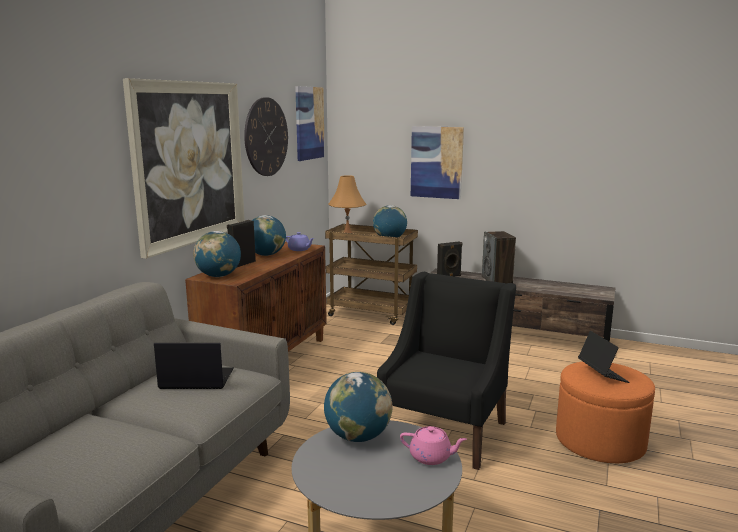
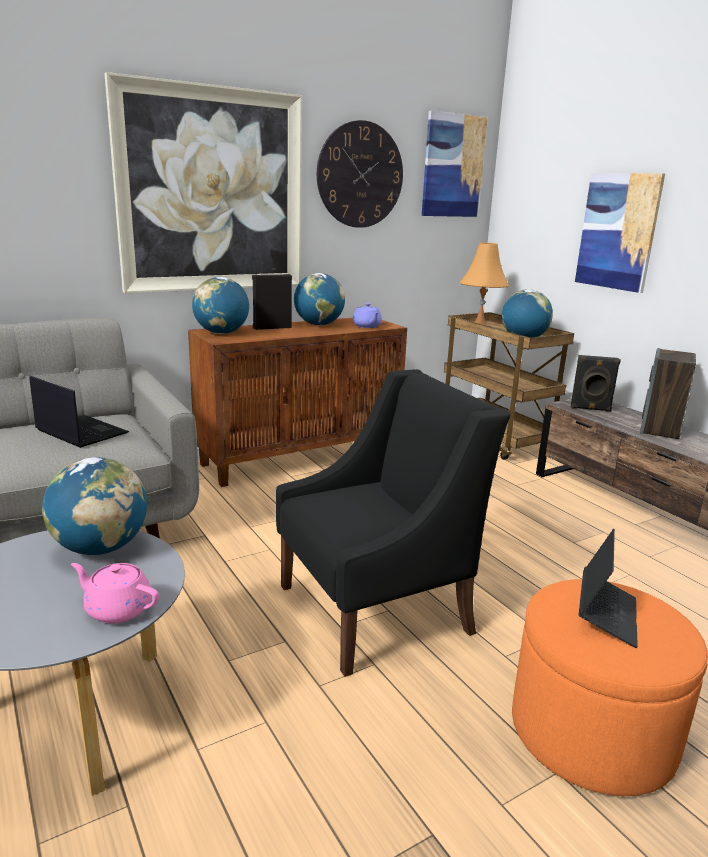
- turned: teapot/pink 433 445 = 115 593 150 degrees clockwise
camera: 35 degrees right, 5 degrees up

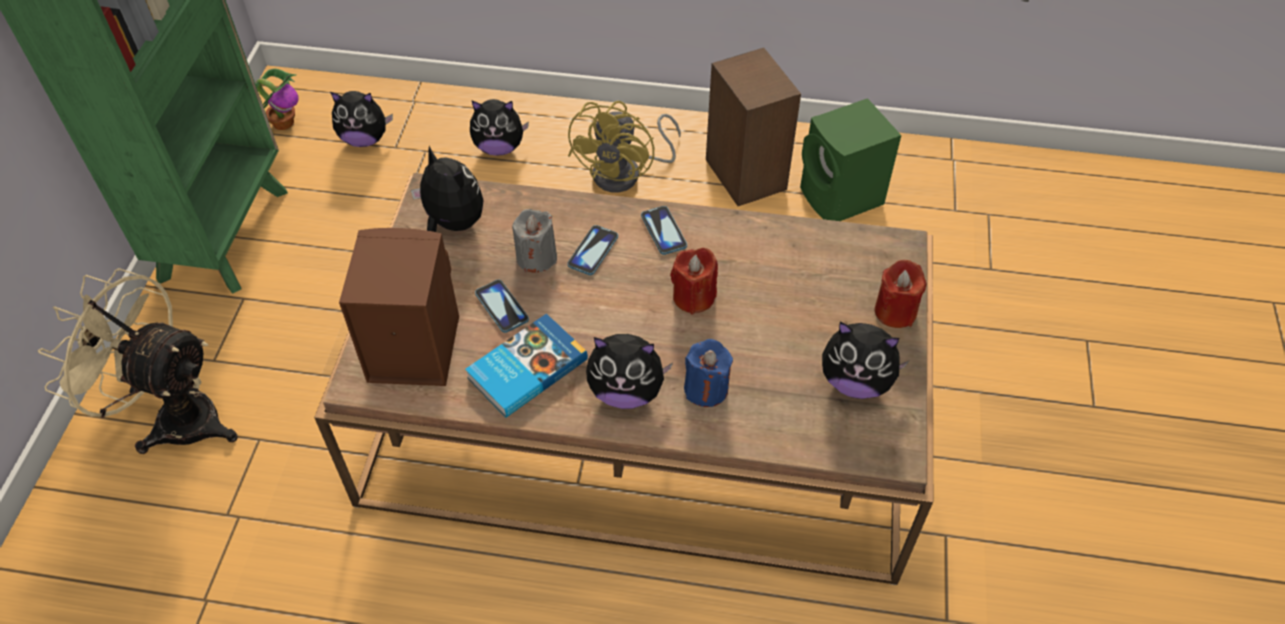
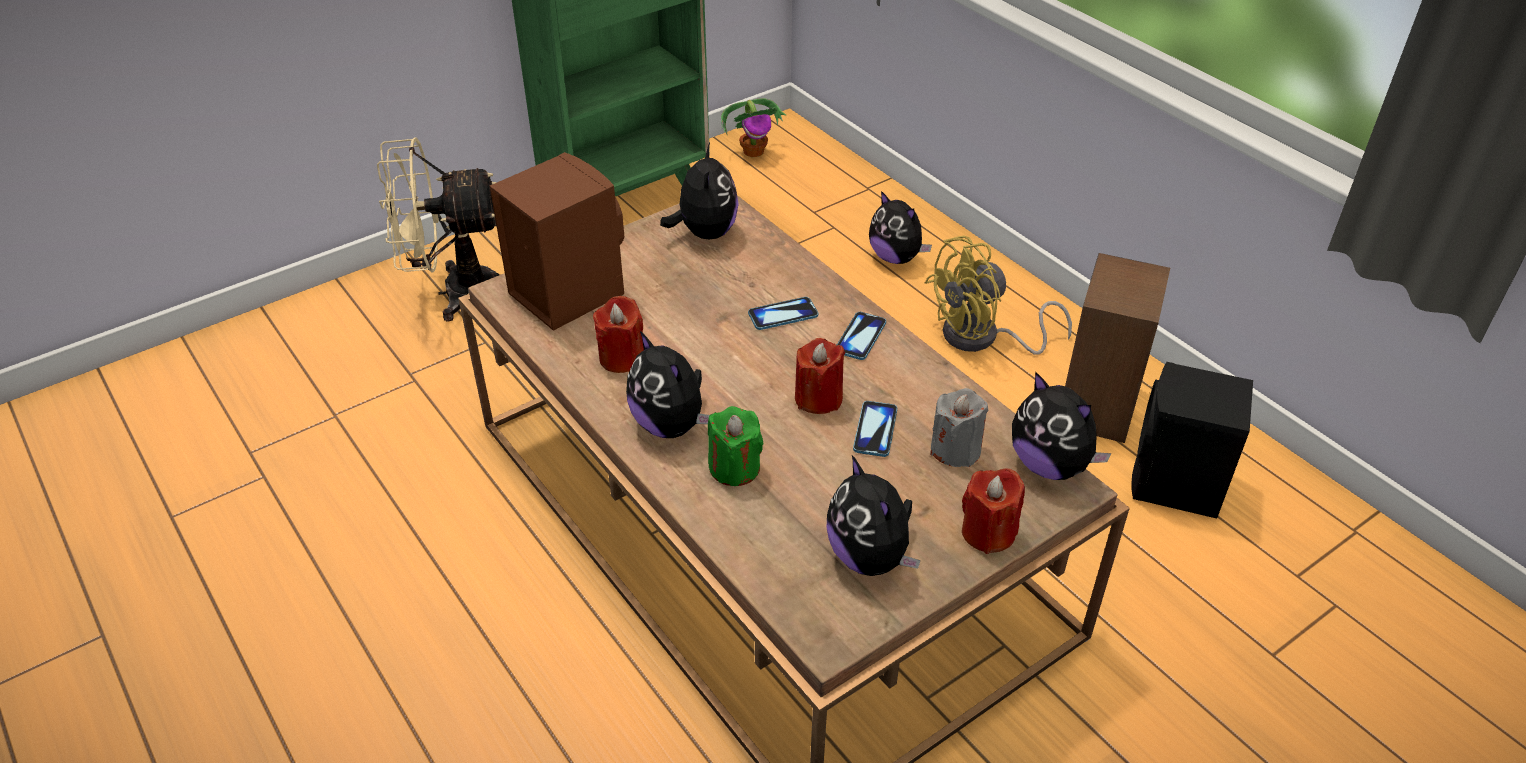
- turned: fan/beige 138 361 = 438 229 75 degrees counterclockwise
- replaced: book 526 366 to candle/red 618 334
- recoloured: candle/blue 708 373 to candle/green 736 446
- moved: phone 502 306 to 875 429
- moved: candle/grey 534 241 to 959 427
- moved: plush toy 361 119 to 1062 425
- recoloured: speaker/green 850 159 to speaker/black 1192 440
camera: 45 degrees right, 10 degrees down

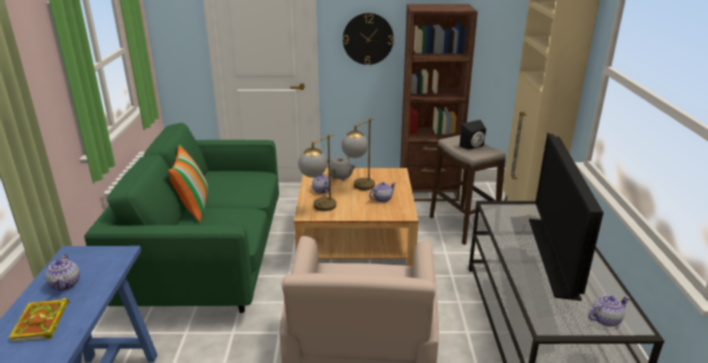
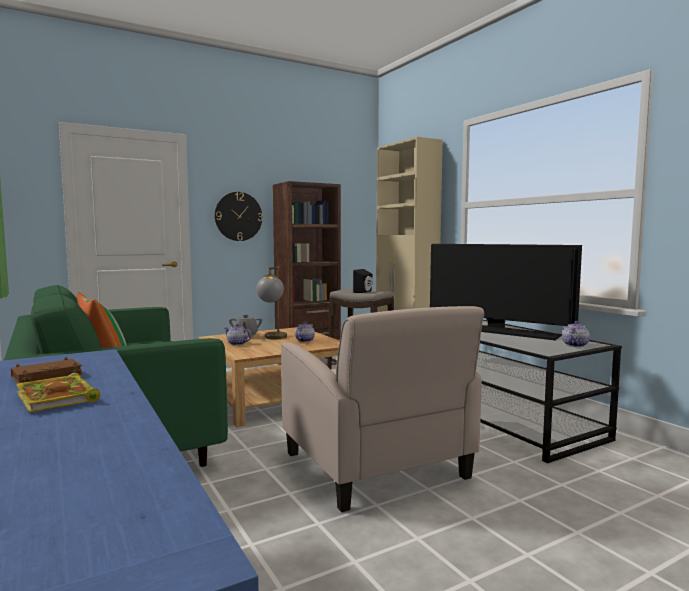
- replaced: teapot 62 272 to book/brown 47 370
- turned: television 566 216 = 506 292 150 degrees clockwise
- removed: table lamp 317 172
camera: 30 degrees left, 20 degrees down

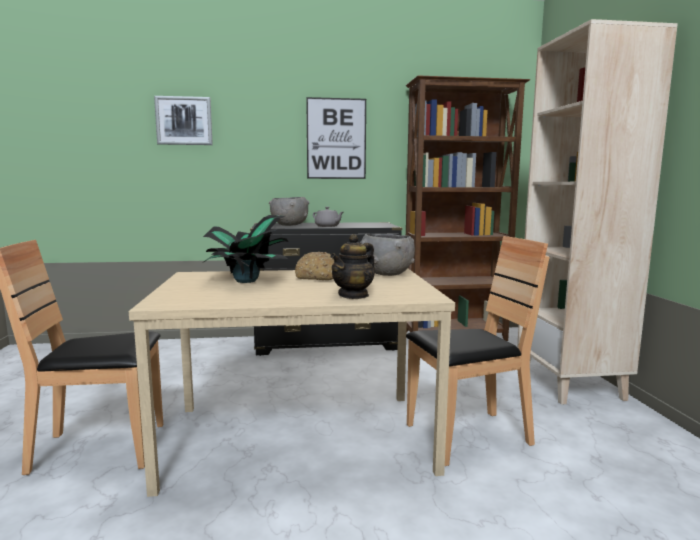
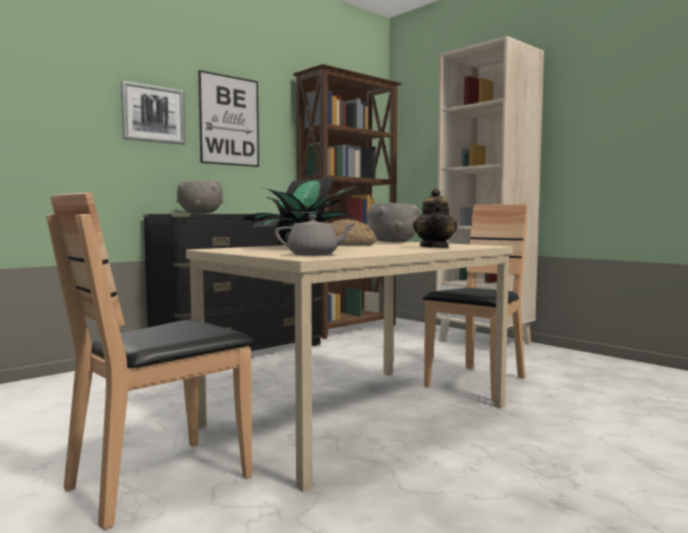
- moved: picture 183 120 to 153 113
- moved: teapot/grey 328 217 to 315 235
camera: 35 degrees left, 5 degrees down

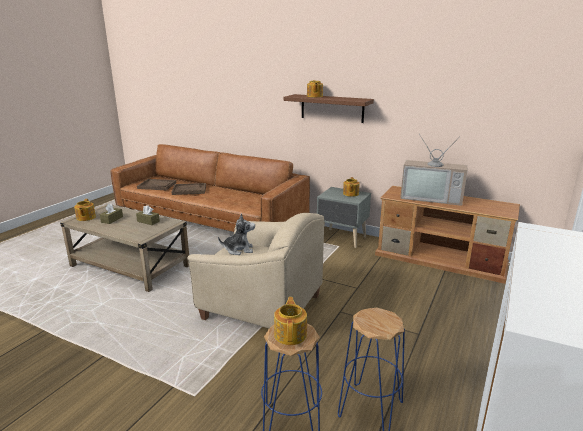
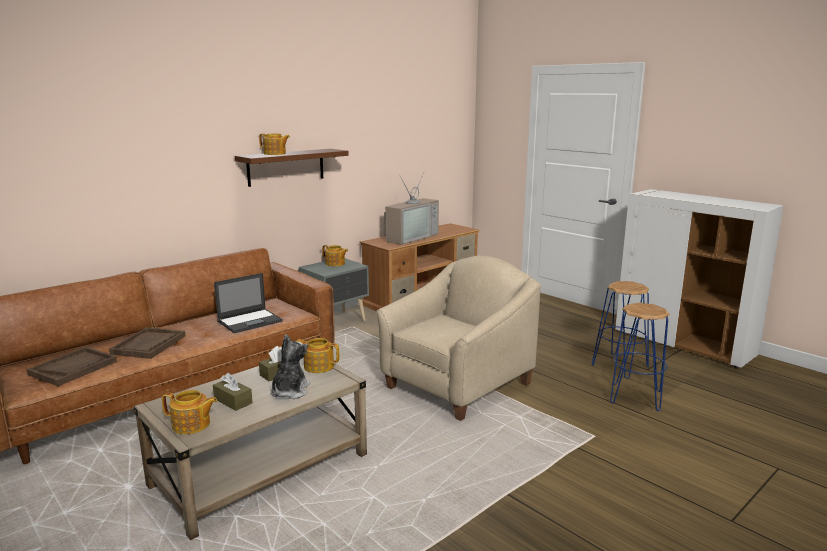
- added: laptop 248 303
- moved: plush toy 236 234 to 290 367
- moved: teapot 290 321 to 318 355
camera: 70 degrees left, 5 degrees down

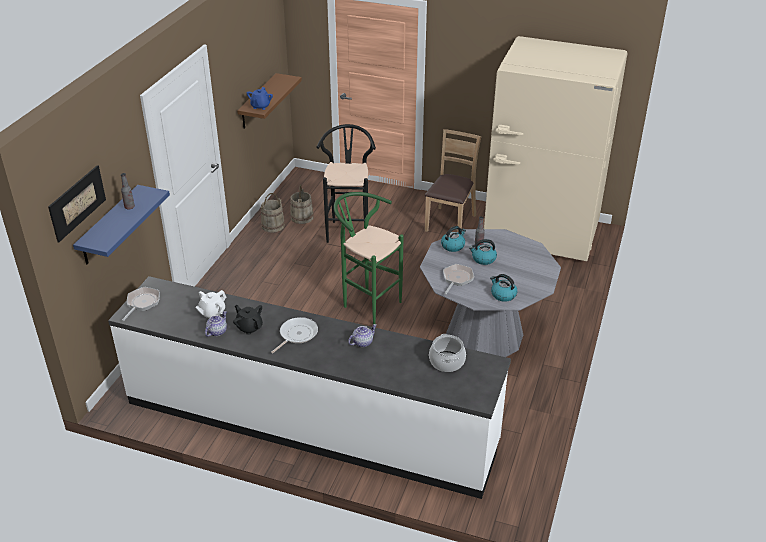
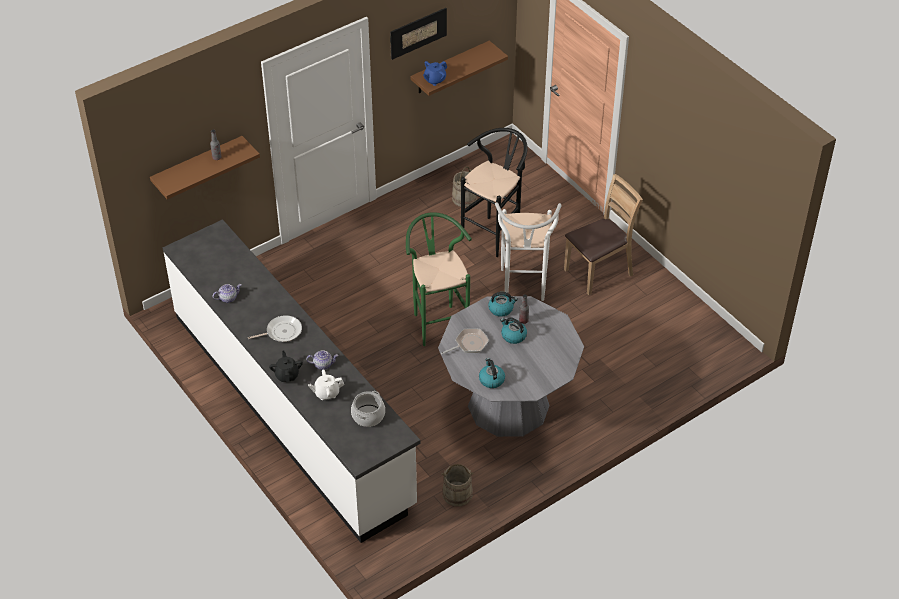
- recoloured: shelf/blue 121 224 to shelf/brown 205 167
- moved: teapot/black 248 320 to 286 366
- moved: teapot/white 210 304 to 326 384
- moved: picture 77 203 to 418 34
- moved: bucket/beige 272 213 to 458 485
- added: stool/white 528 251
- removed: frying pan 141 304
- removed: fridge/beige 555 148
camera: 35 degrees right, 10 degrees up

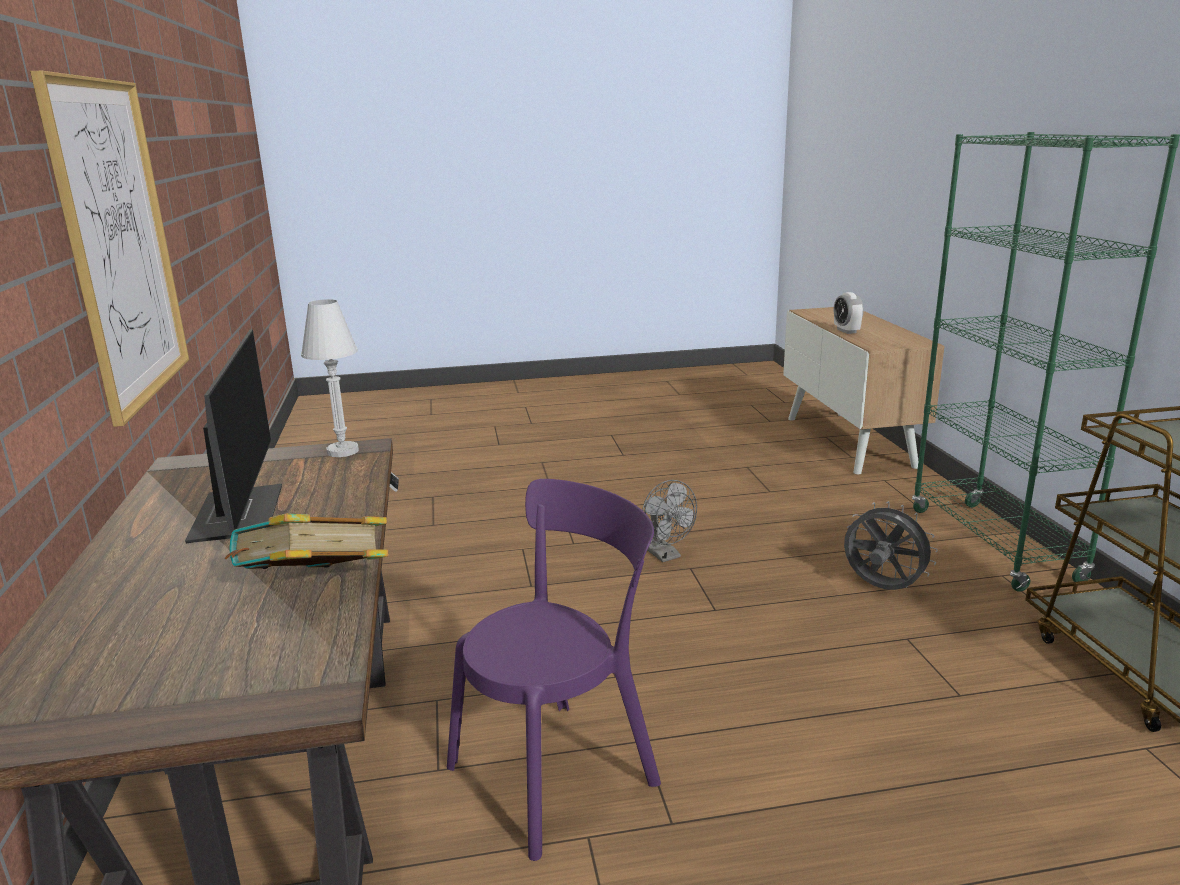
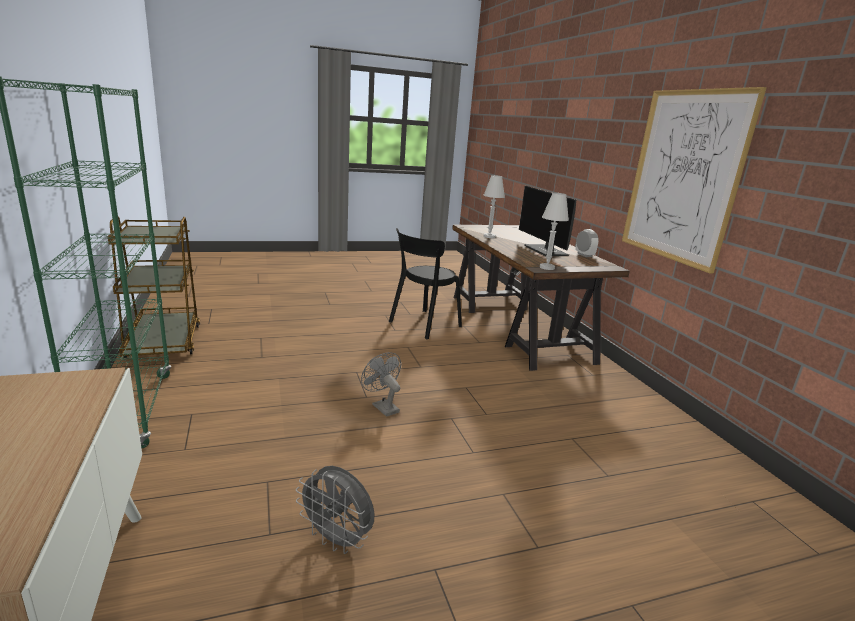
- moved: fan/grey 891 545 to 335 510
- recoloured: chair/purple 554 670 to chair/black 425 283
- replaced: book 307 541 to table lamp/white 494 206
- moved: alarm clock 849 313 to 587 243
camera: 170 degrees right, 0 degrees up

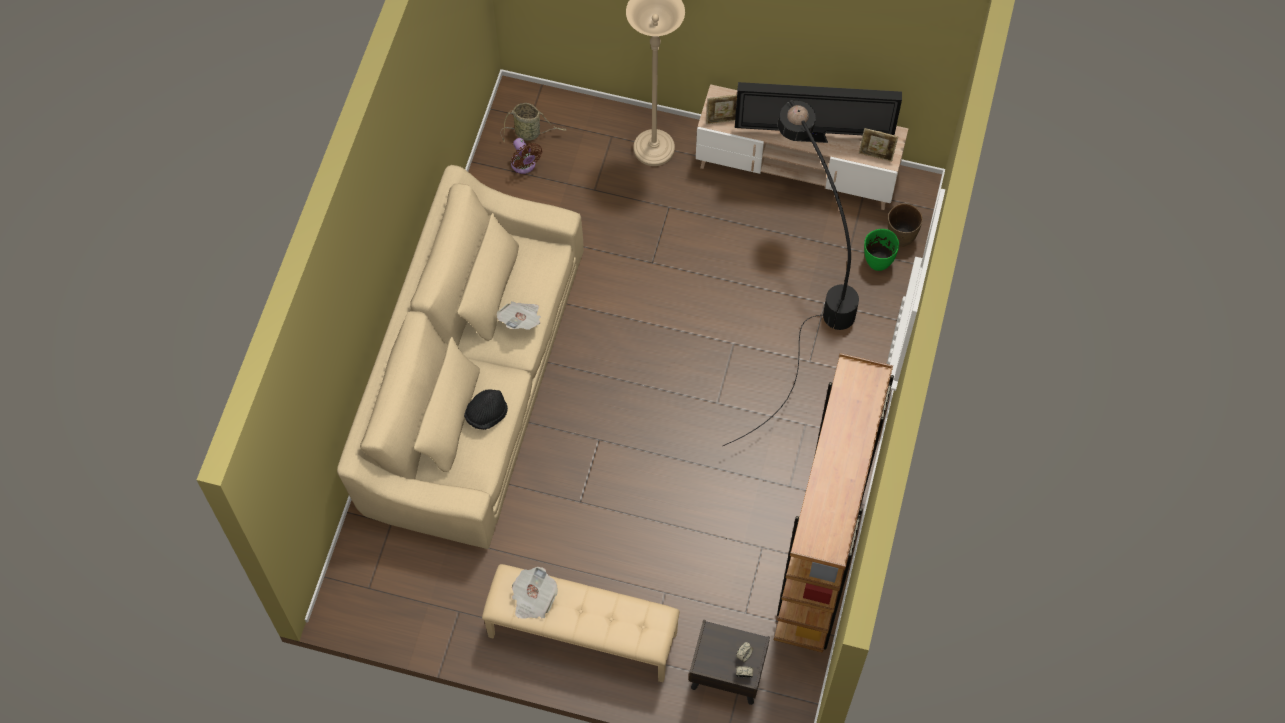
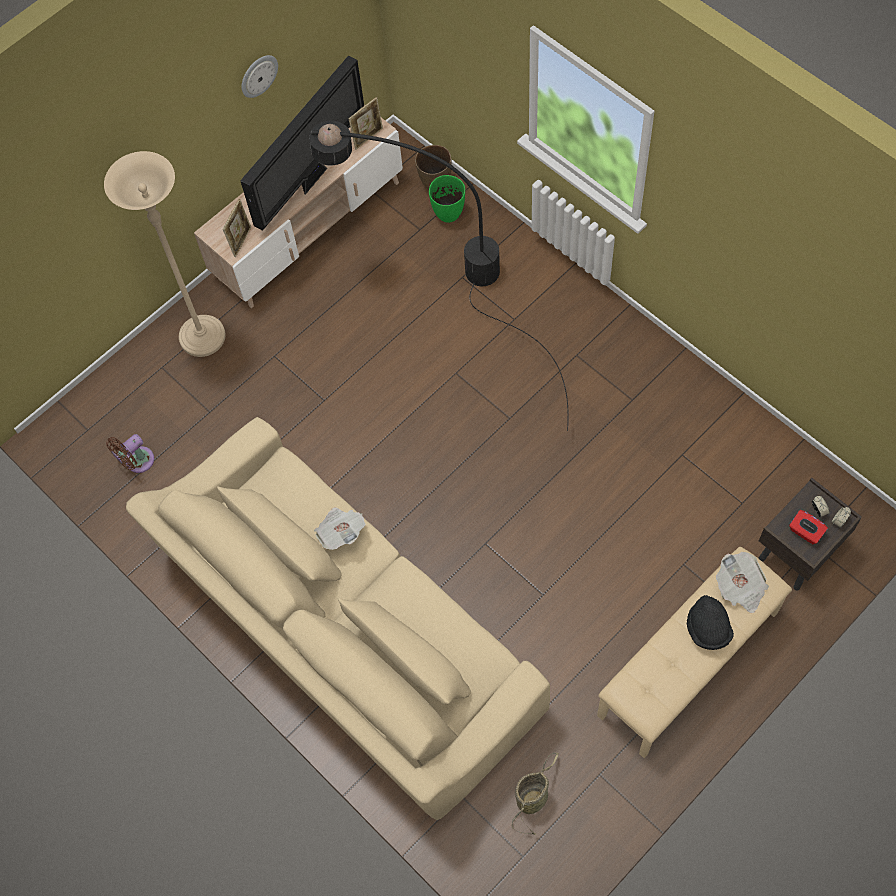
- turned: fan/brown 526 156 = 130 453 135 degrees clockwise
- added: wall clock 260 76
- moved: basket 533 122 to 535 794
- moved: hat/black 486 409 to 710 622
- moved: newspaper 535 593 to 742 582
- added: tissue box/red 808 527
- removed: bookcase/brown 834 503
camera: 55 degrees left, 0 degrees up

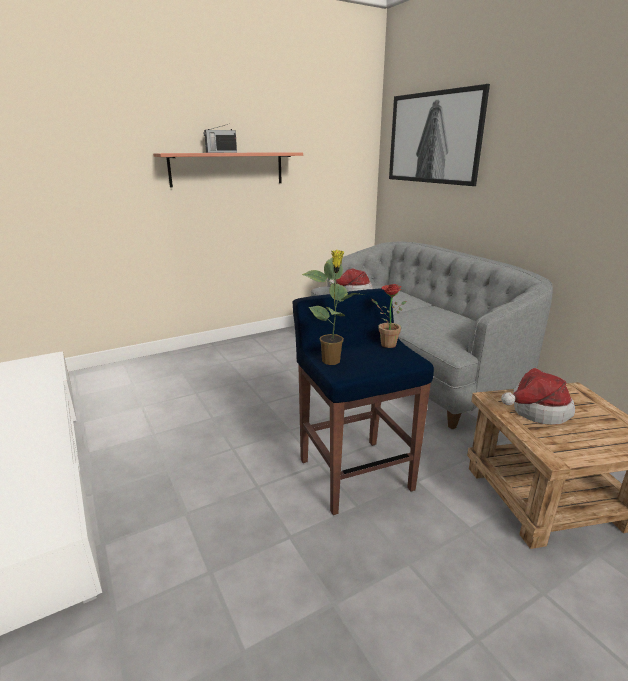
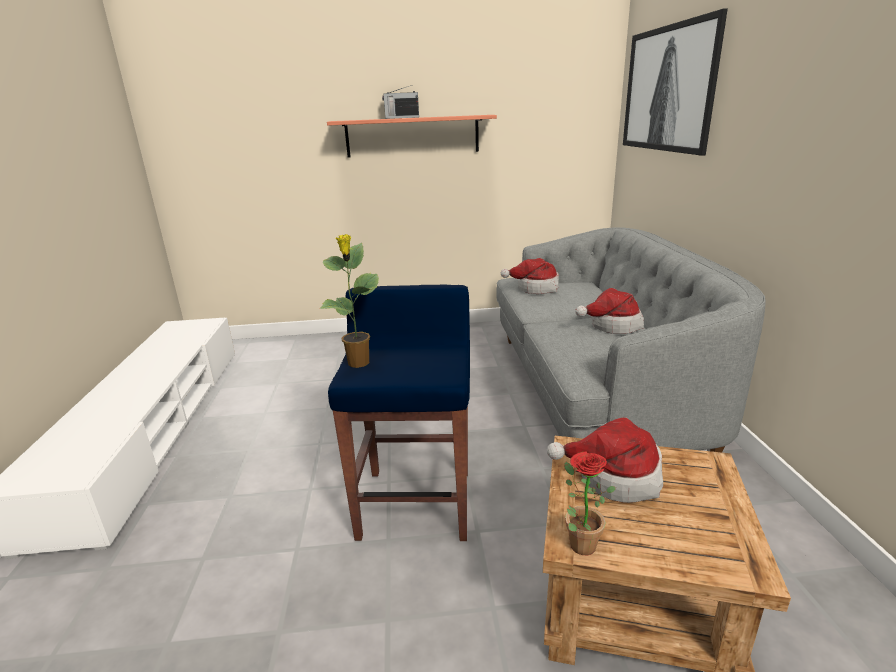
- moved: potted plant 389 316 to 590 503
- added: hat 609 311
camera: 25 degrees right, 0 degrees up

